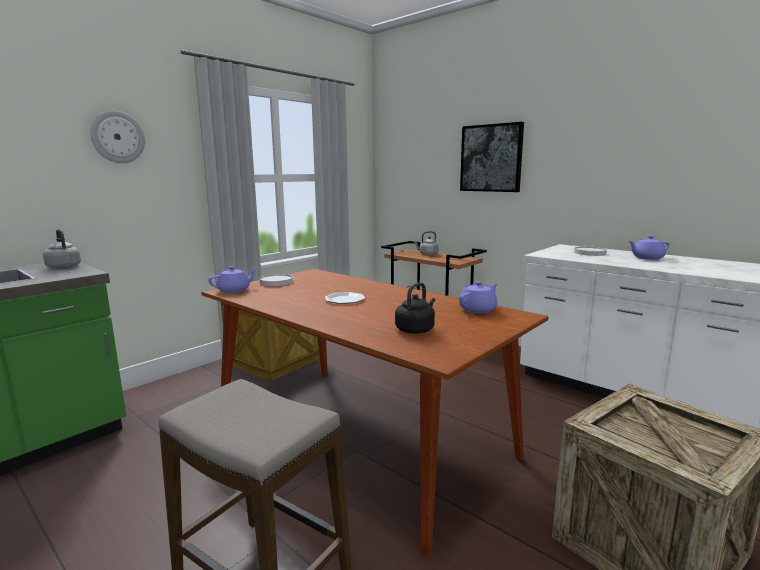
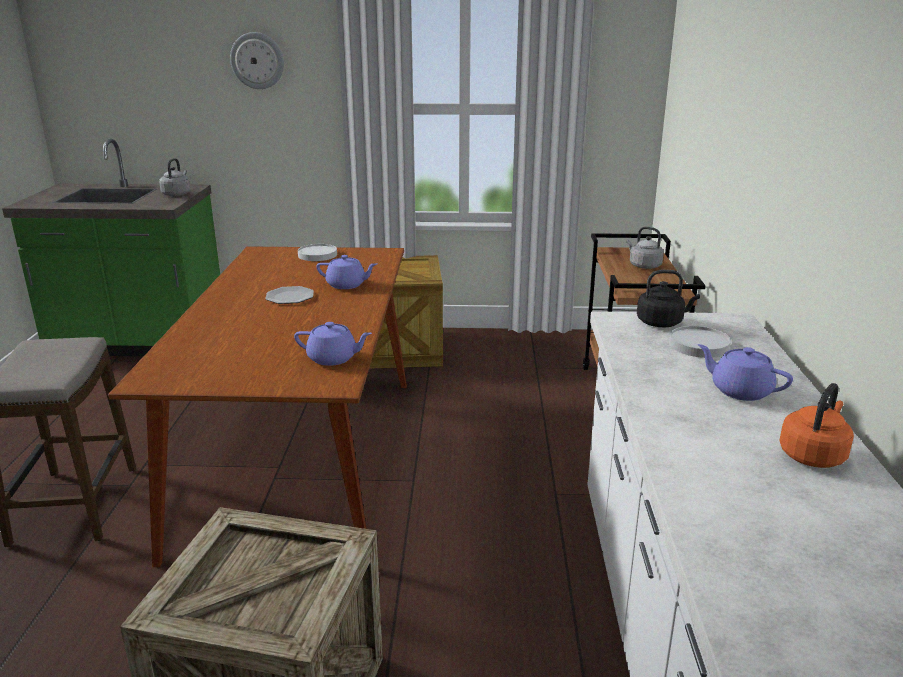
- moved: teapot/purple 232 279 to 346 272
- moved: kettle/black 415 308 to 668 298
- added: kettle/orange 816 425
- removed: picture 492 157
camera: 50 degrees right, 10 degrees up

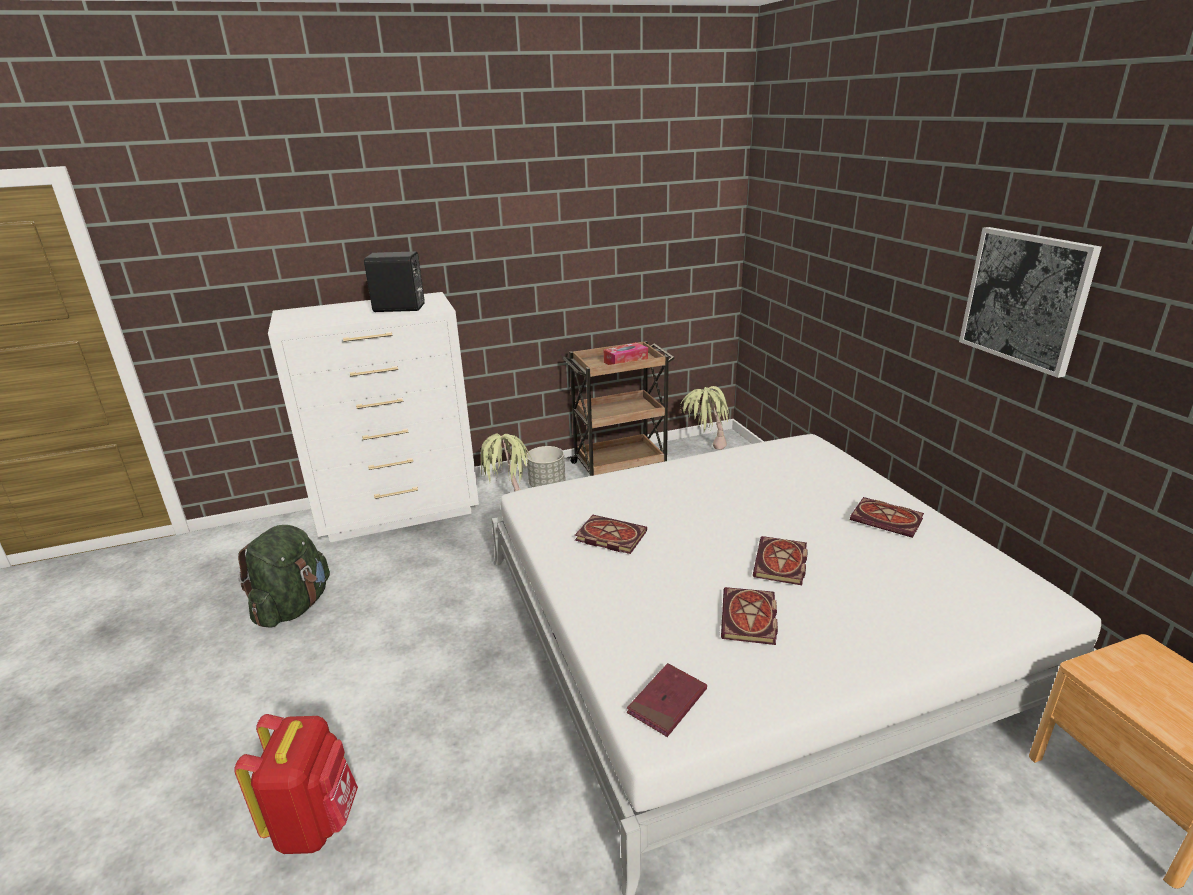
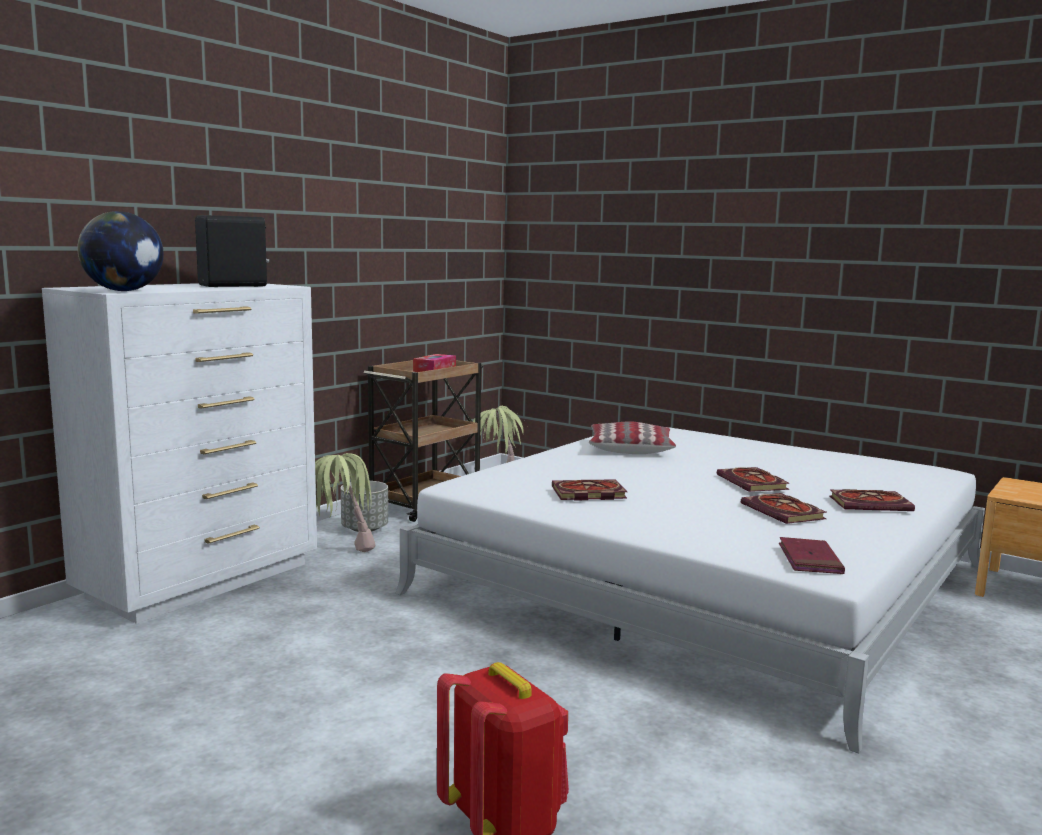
- added: globe 120 251
- added: pillow 632 437
- moved: book 887 517 to 872 500
- removed: backpack/green 284 576
- removed: picture 1030 302
camera: 35 degrees left, 15 degrees down

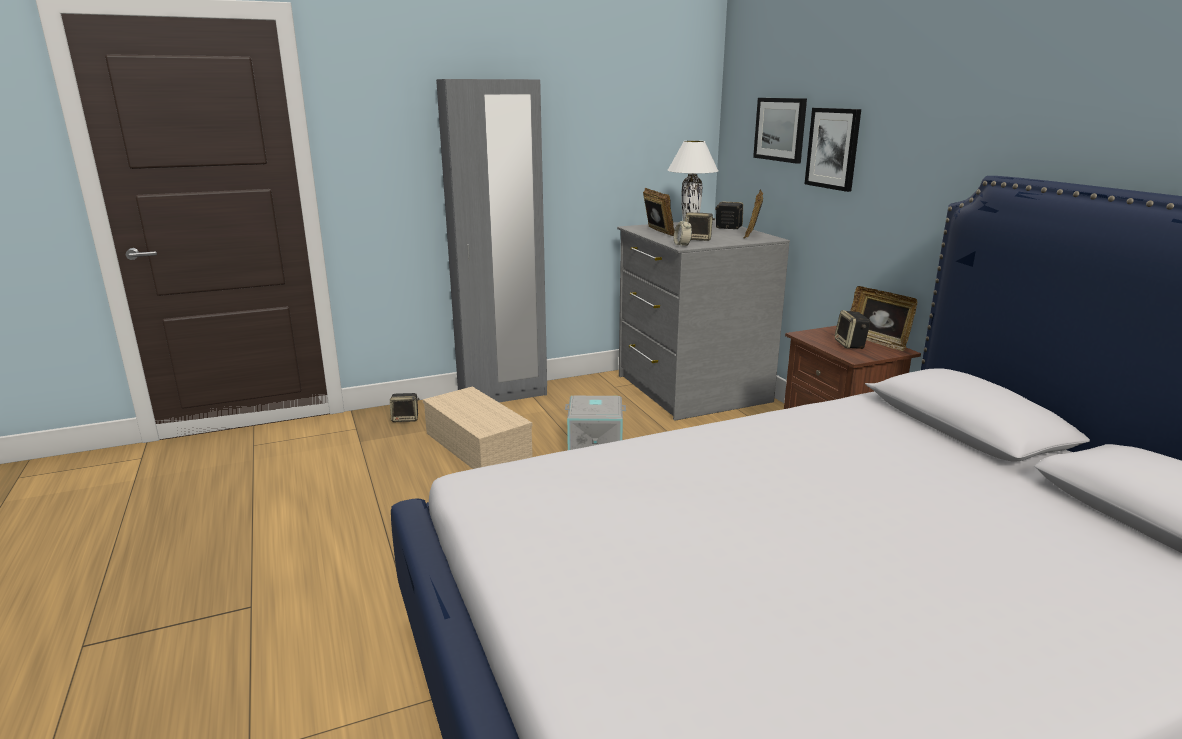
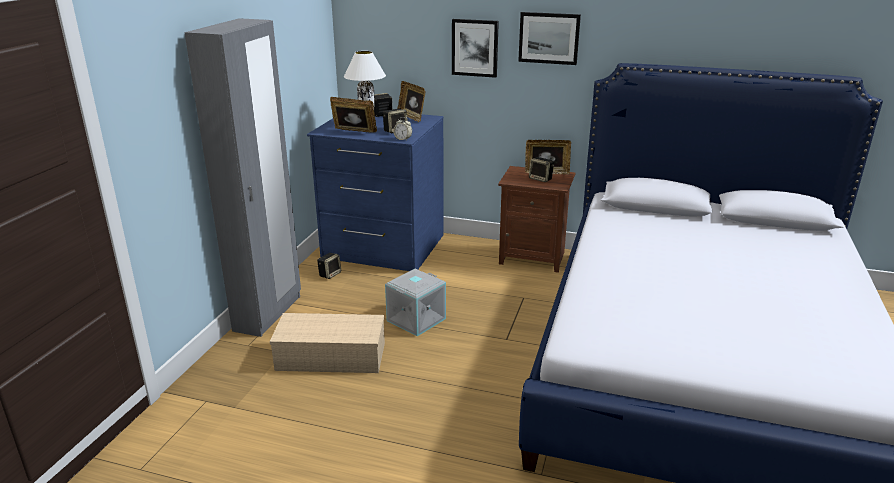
- recoloured: dresser/grey 703 319 to dresser/blue 375 192
- moved: speaker 404 407 to 329 266
- moved: picture 780 131 to 549 38
camera: 50 degrees left, 5 degrees up

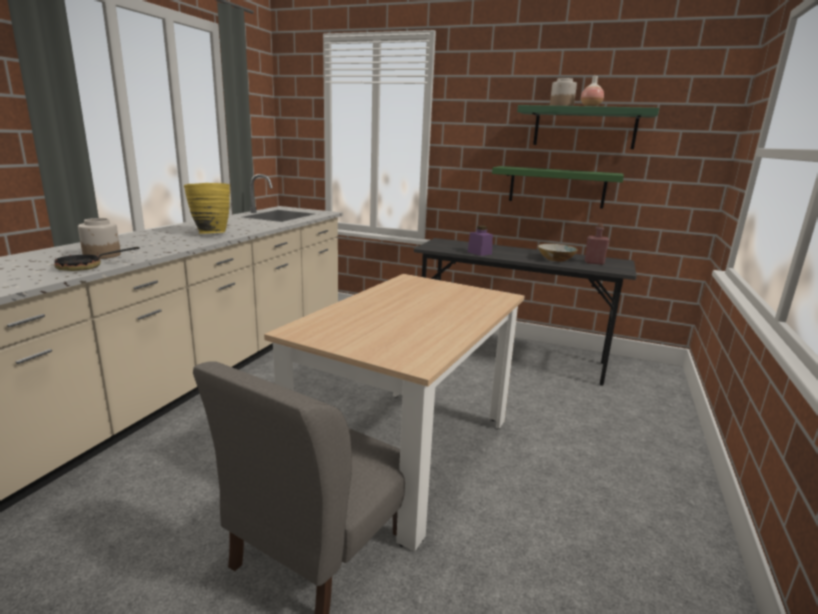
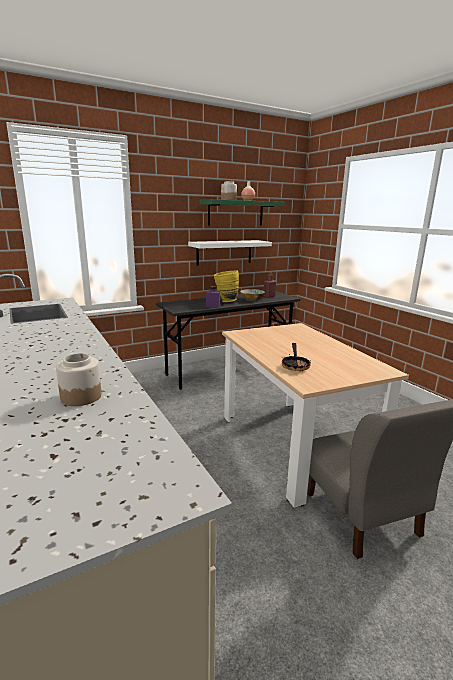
- recoloured: shelf/green 558 187 to shelf/white 230 253
- moved: vase/yellow 207 208 to 226 286
- moved: frying pan 96 259 to 296 357
camera: 50 degrees left, 0 degrees up

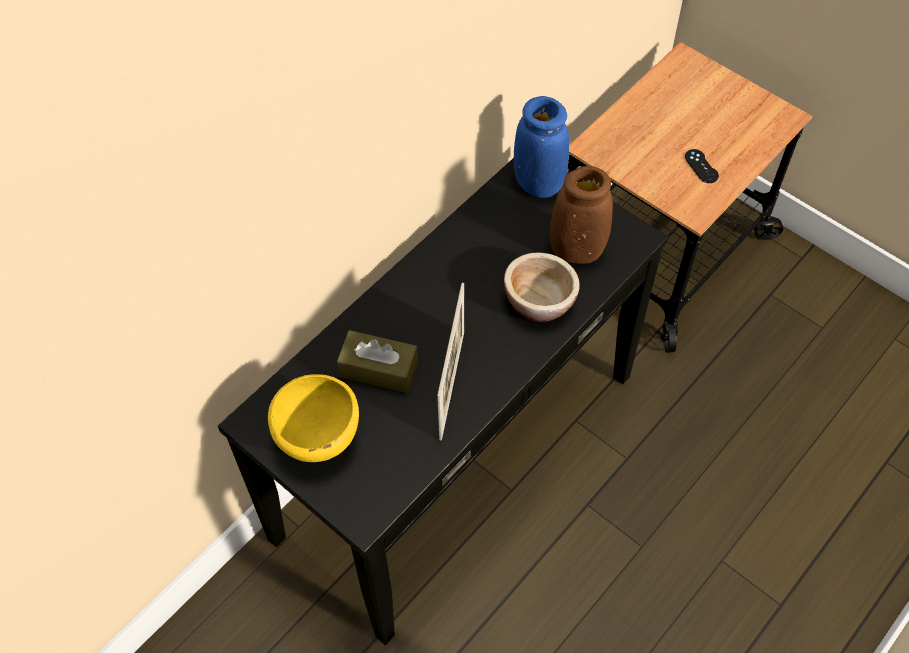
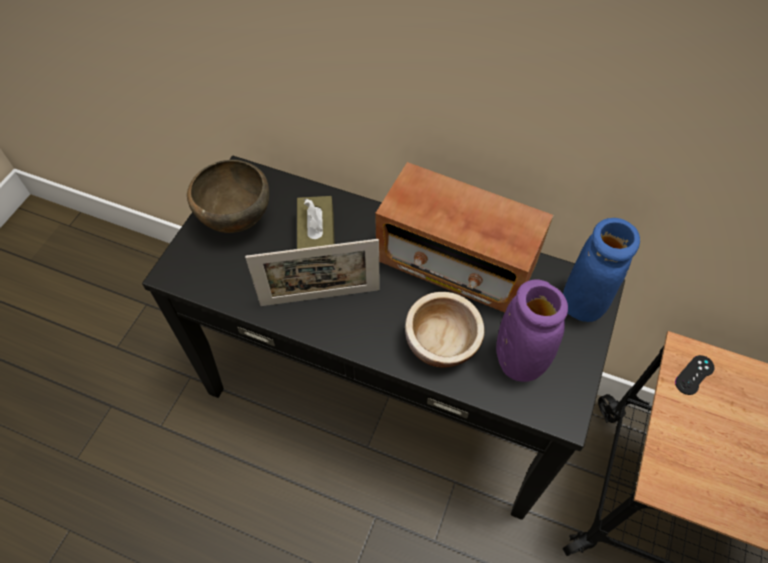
- recoloured: bowl/yellow 313 418 to bowl/brown 228 196
- added: radio 464 237
- recoloured: vase/brown 581 215 to vase/purple 532 330
- moved: game controller/black 702 166 to 695 375
camera: 70 degrees right, 0 degrees up

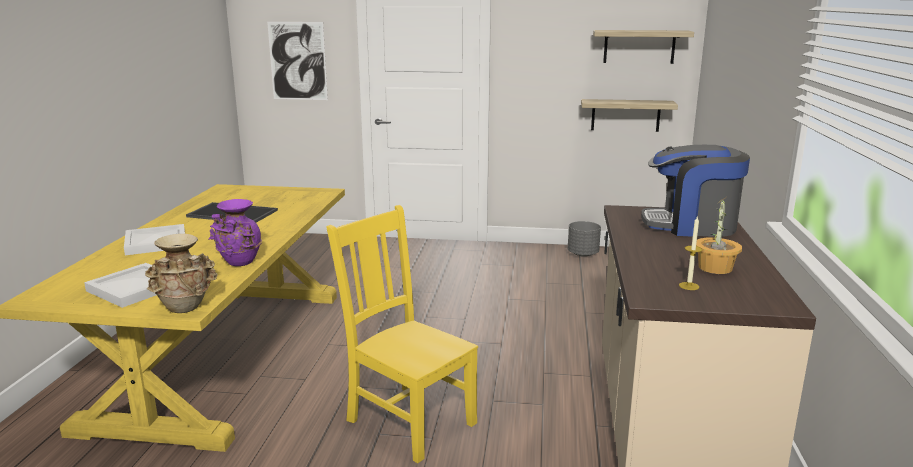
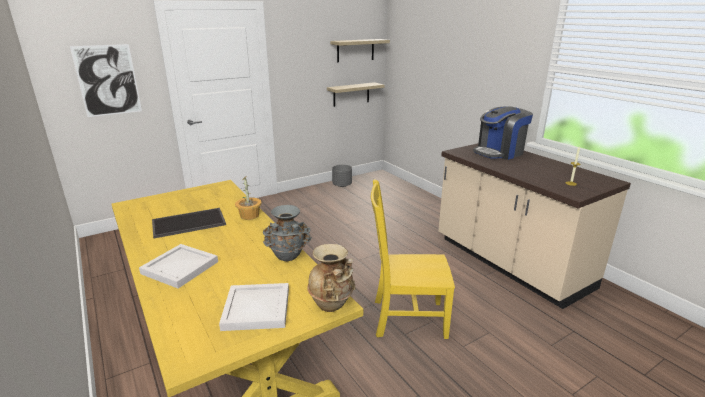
- moved: potted plant 719 235 to 248 197
- recoloured: vase/purple 235 232 to vase/grey 287 233
camera: 40 degrees left, 5 degrees up

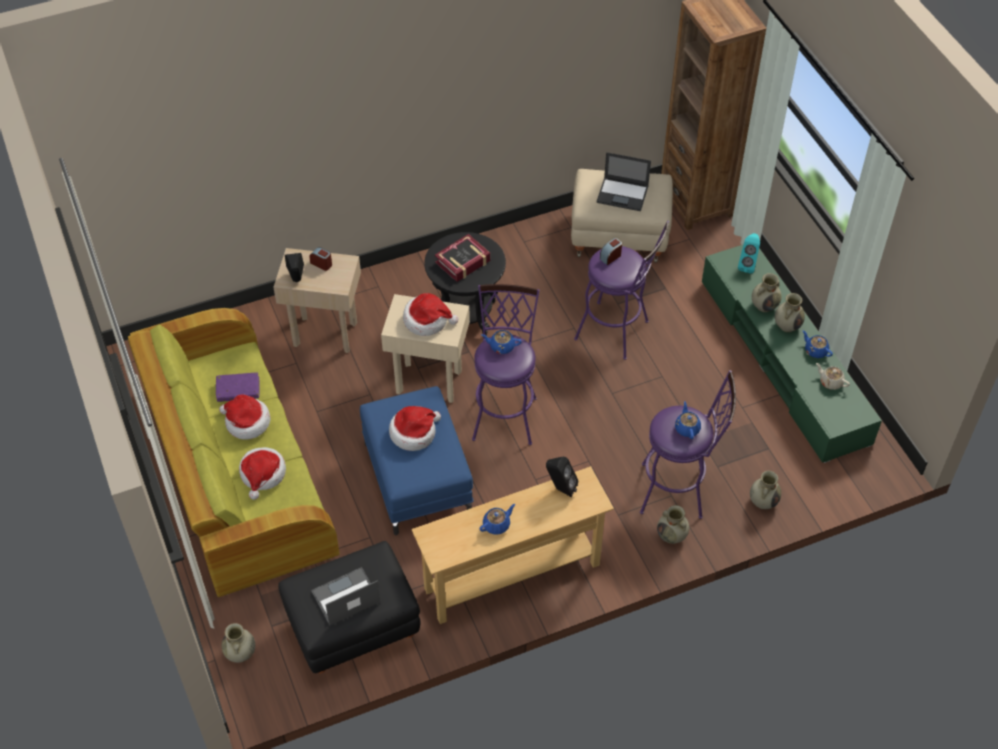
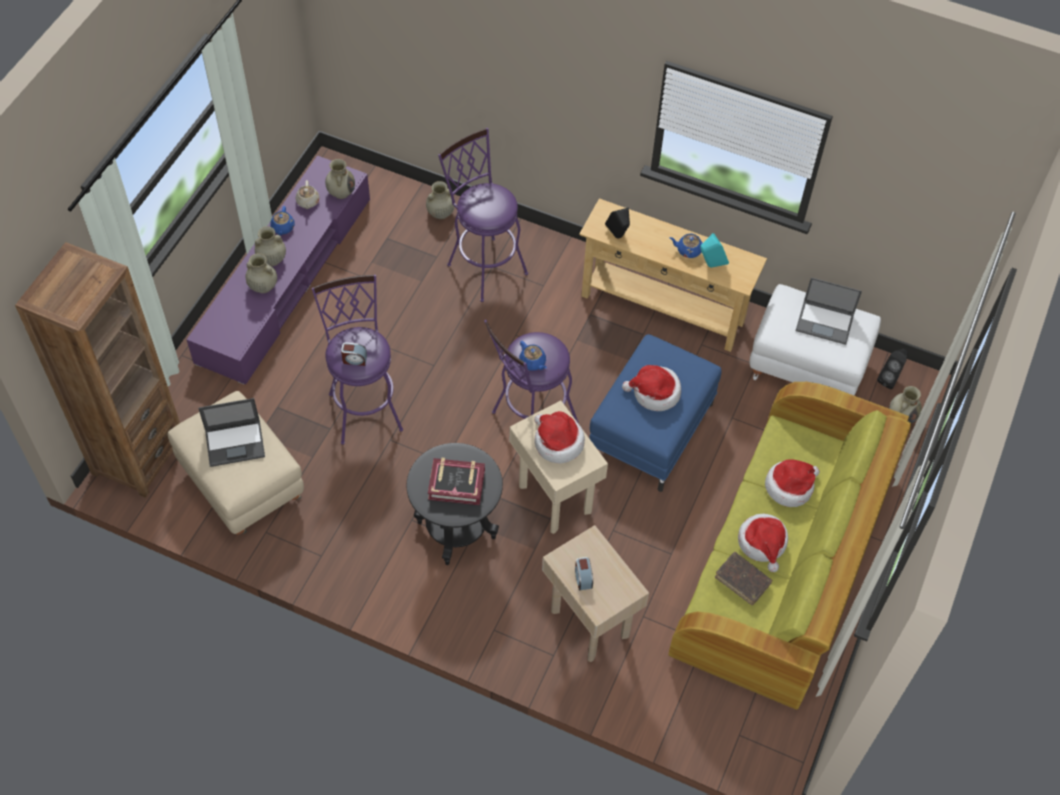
- recoloured: tv stand/green 792 353 to tv stand/purple 278 269
- turned: laptop 624 181 = 231 432 105 degrees clockwise
- moved: vase/beige 673 524 to 340 179
- moved: speaker/turquoise 749 253 to 715 250
- recoloured: book/purple 238 387 to book/brown 744 578
- recoloured: ottoman/black 349 607 to ottoman/white 815 340
- moved: speaker/black 294 267 to 892 369
- removed: teapot/blue 688 420
camera: 135 degrees left, 5 degrees up

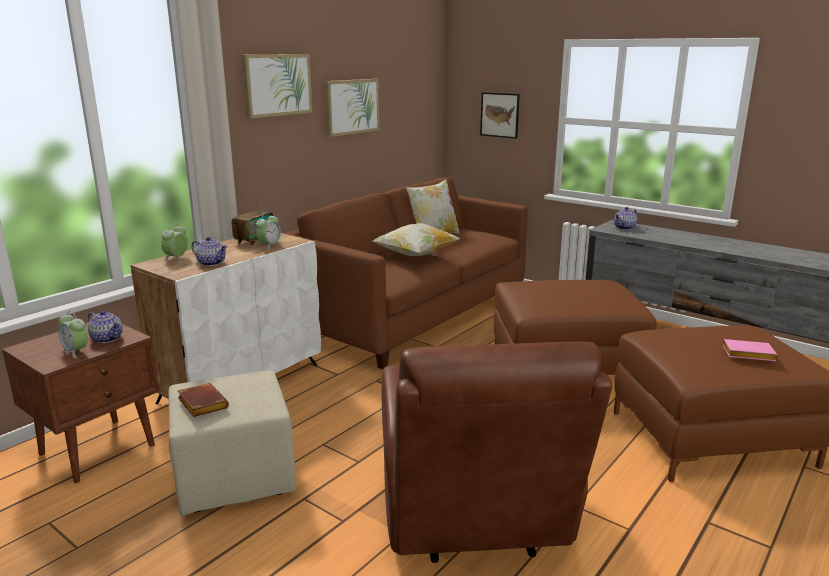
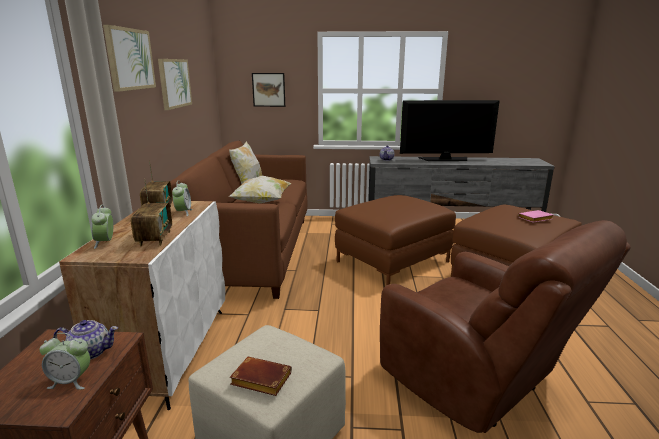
- replaced: teapot 209 251 to radio 151 213
- added: television 450 130
camera: 35 degrees left, 0 degrees up

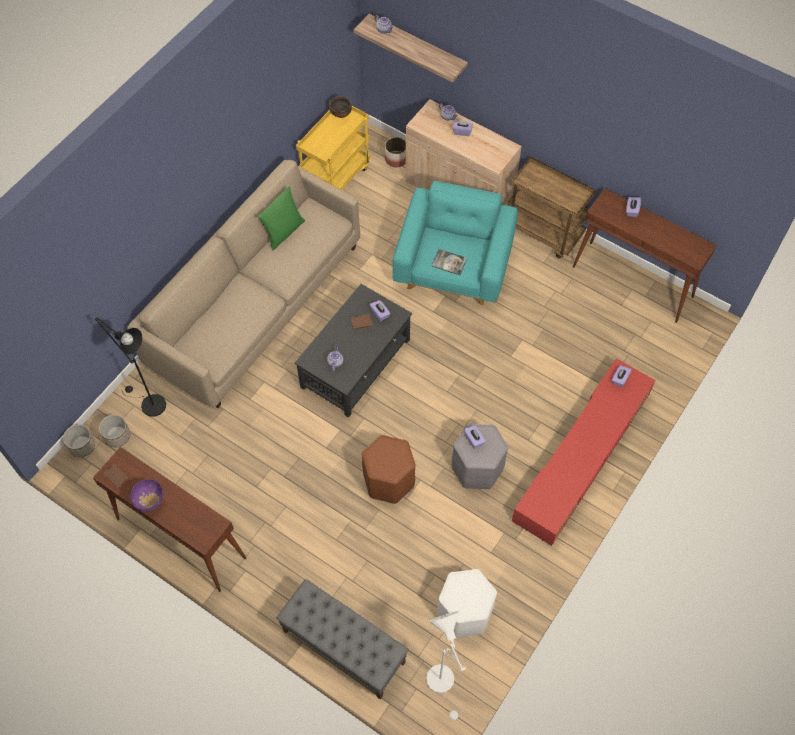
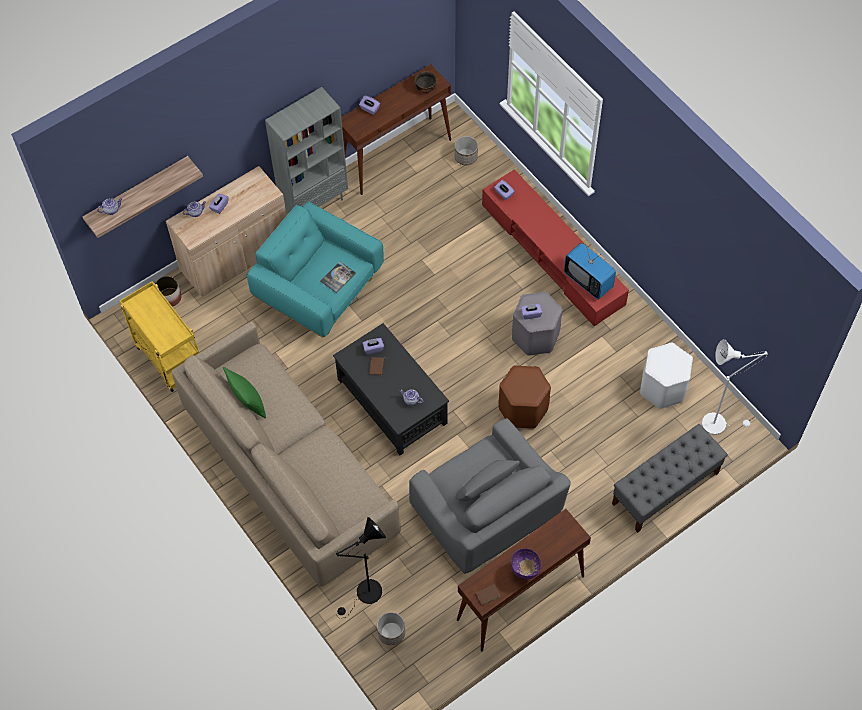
- replaced: cart/brown 552 207 to bookcase/grey 306 150
- added: armchair/grey 490 496
- moved: bowl 340 107 to 426 82
- moved: planter 79 440 to 466 150
- added: television 590 271
camera: 70 degrees left, 0 degrees up

